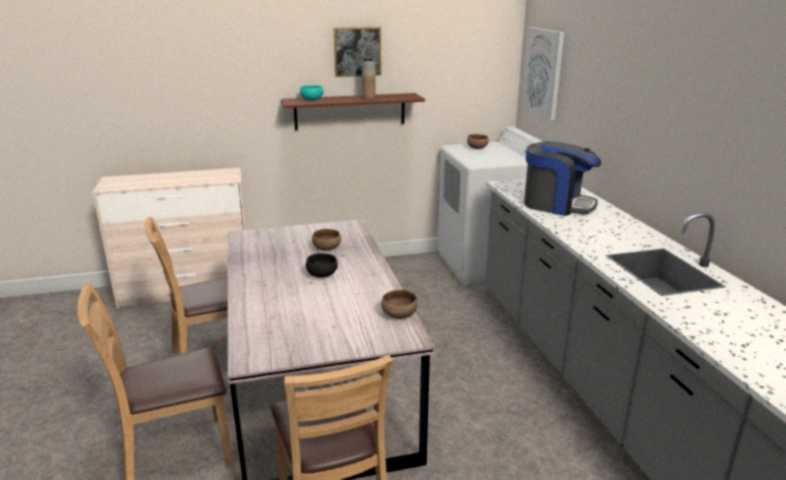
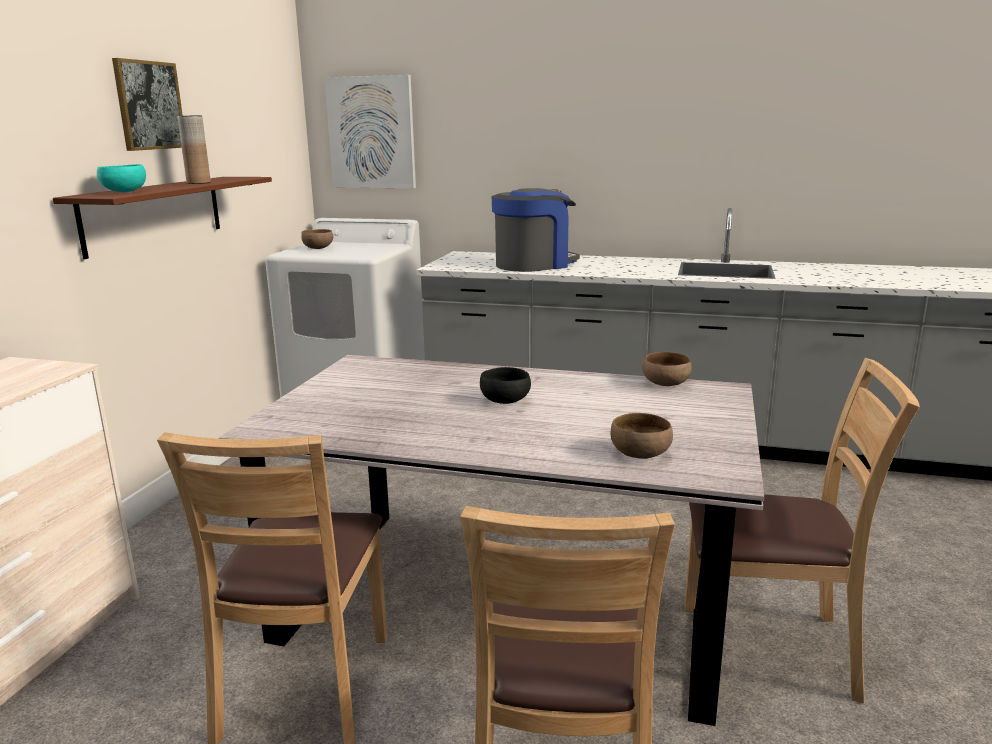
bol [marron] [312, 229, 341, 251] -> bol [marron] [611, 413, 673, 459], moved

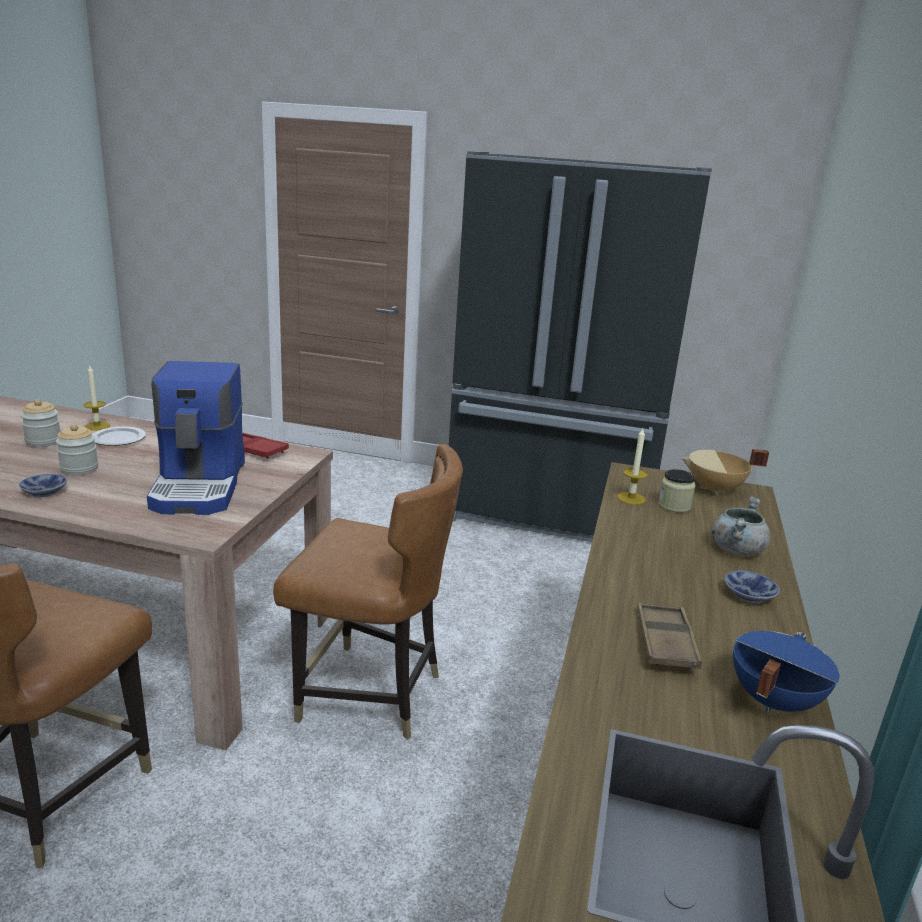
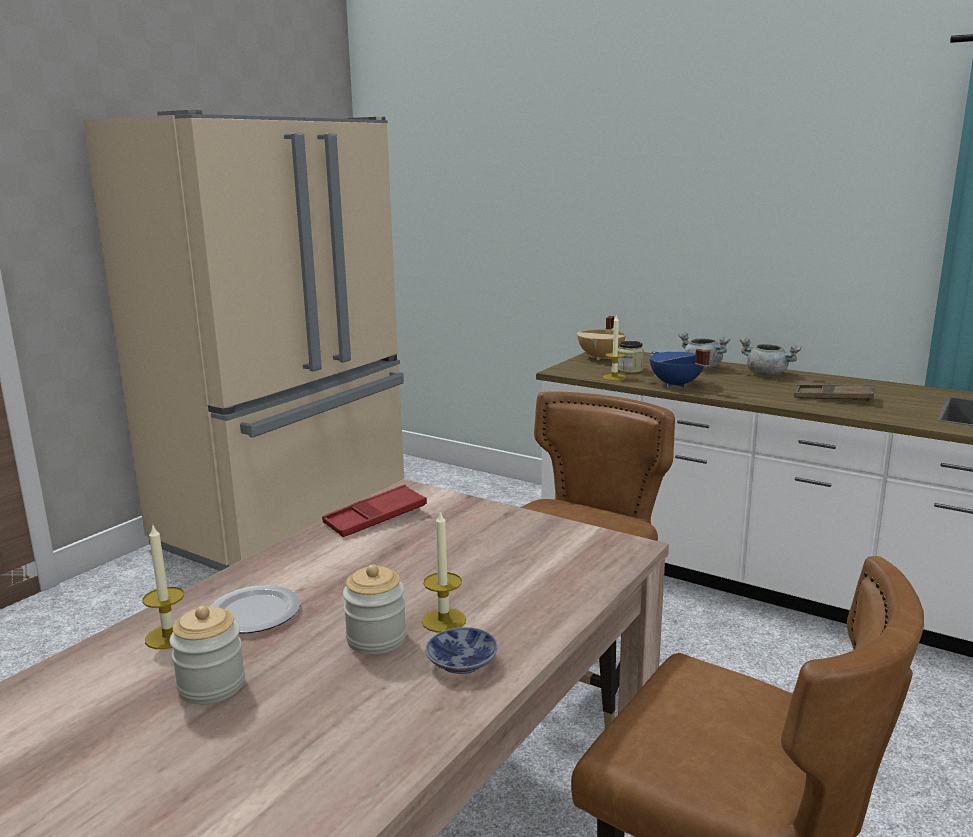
réfrigérateur [noir] [449, 151, 712, 542] -> réfrigérateur [beige] [83, 110, 404, 571]
none -> bougie [422, 509, 466, 633]
marmite [bleu] [733, 631, 840, 713] -> marmite [bleu] [649, 349, 710, 388], moved
bol [725, 570, 780, 603] -> marmite [gris] [740, 338, 802, 376]
machine à café [147, 361, 245, 515] -> none

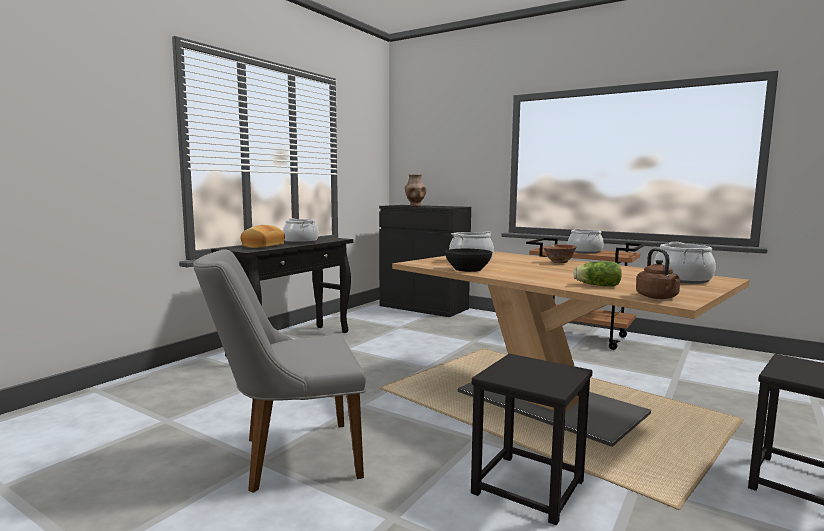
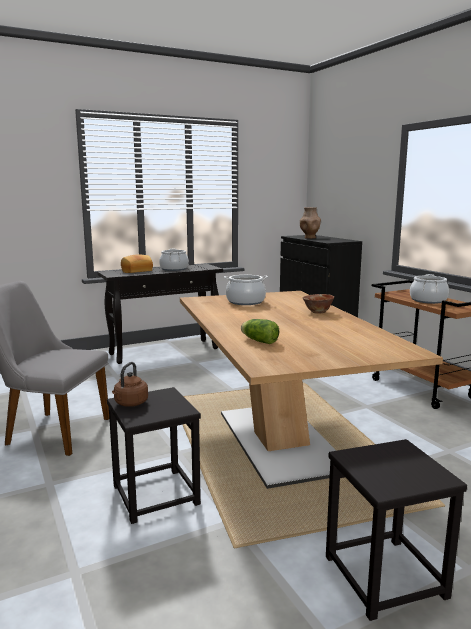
bouilloire [marron] [636, 248, 680, 299] -> bouilloire [marron] [112, 362, 148, 407], moved
bol [noir] [445, 249, 492, 272] -> none
marmite [654, 242, 716, 284] -> none

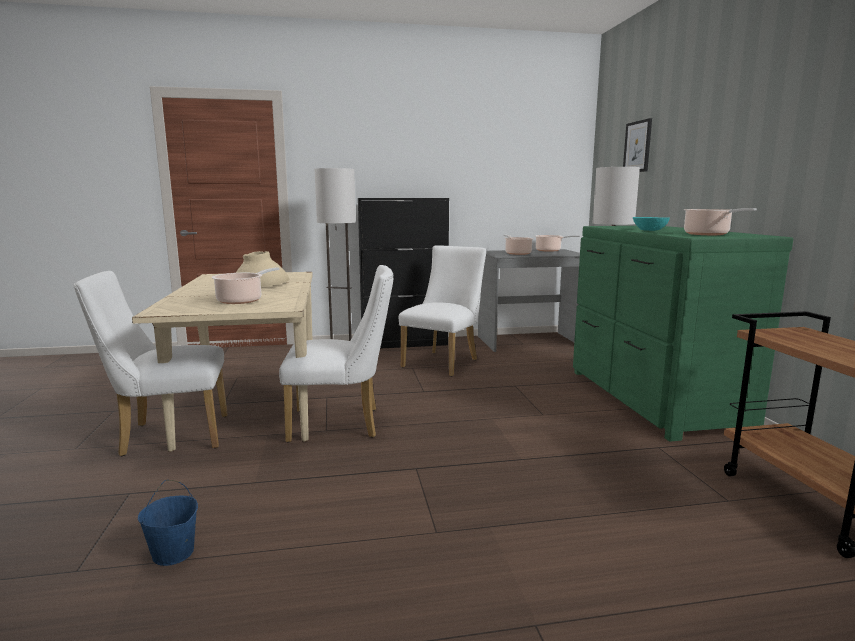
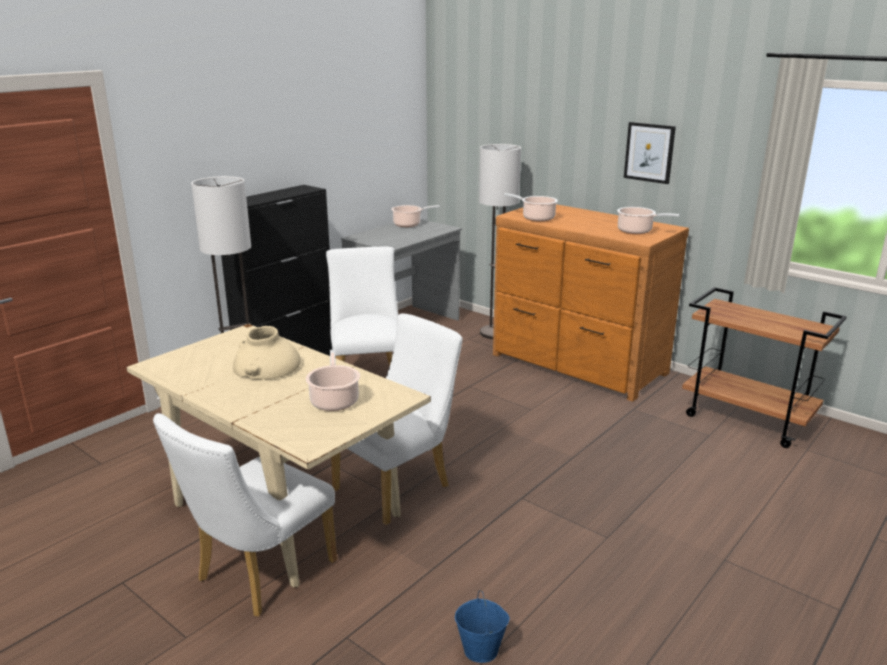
commode [vert] [573, 226, 793, 442] -> commode [marron] [493, 204, 689, 402]
marmite [504, 235, 534, 255] -> marmite [504, 193, 558, 222], moved
tableau [623, 118, 652, 172] -> tableau [624, 122, 676, 184], moved
bol [turquoise] [633, 217, 670, 231] -> none

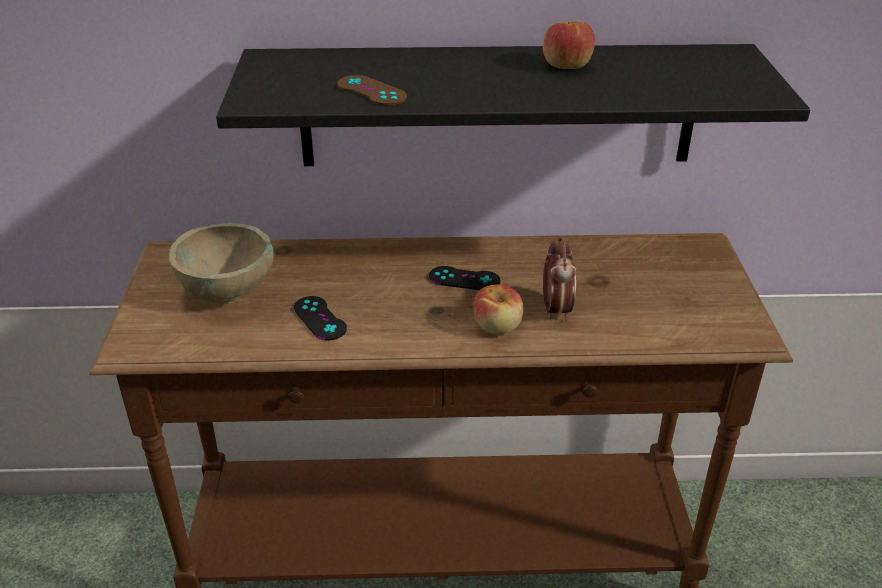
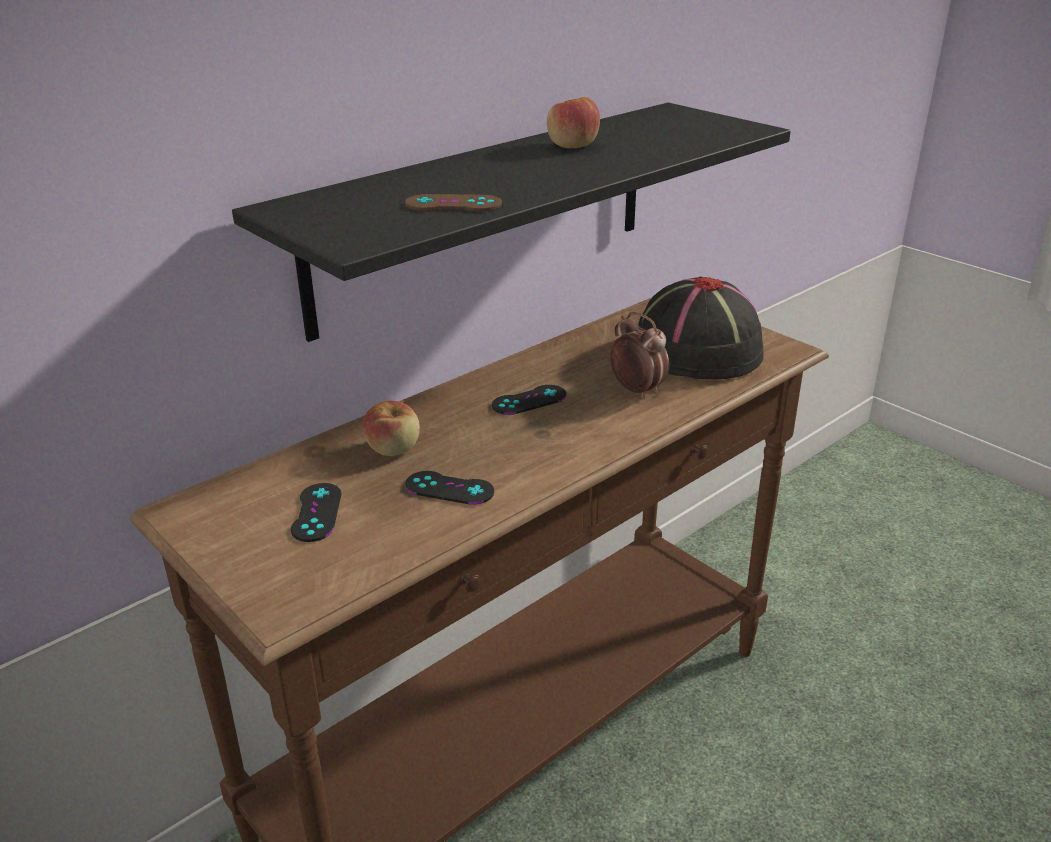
bol [beige] [169, 223, 274, 303] -> manette [noir] [291, 483, 341, 542]
pomme [473, 284, 523, 335] -> pomme [363, 401, 420, 456], moved
none -> chapeau [noir] [638, 277, 764, 380]

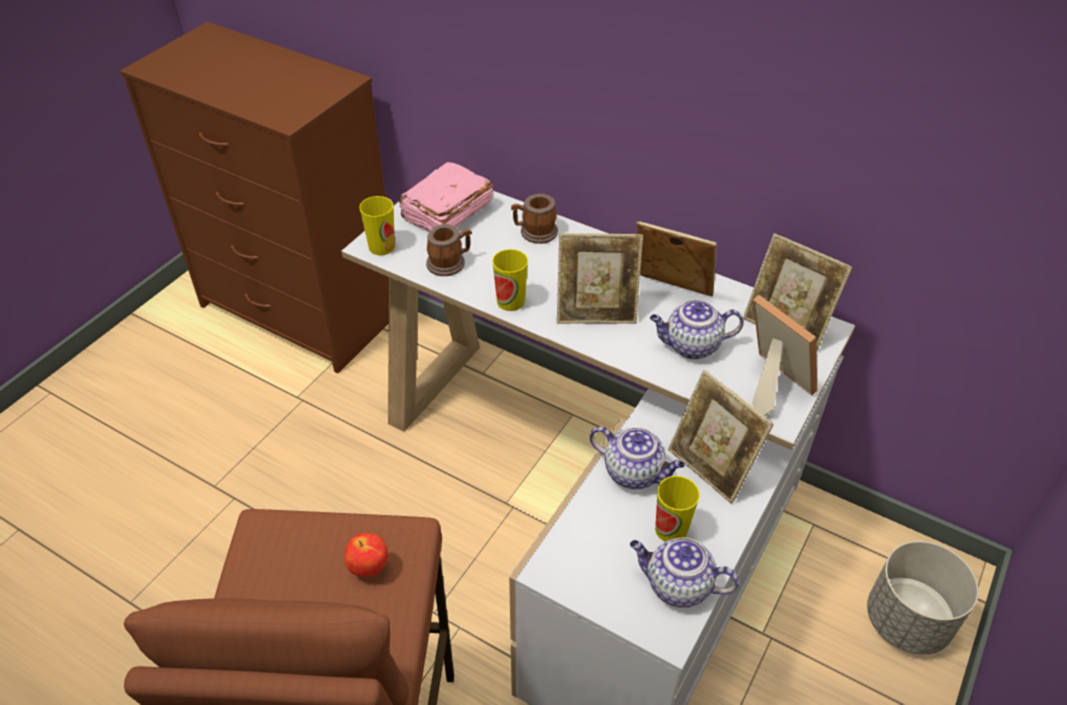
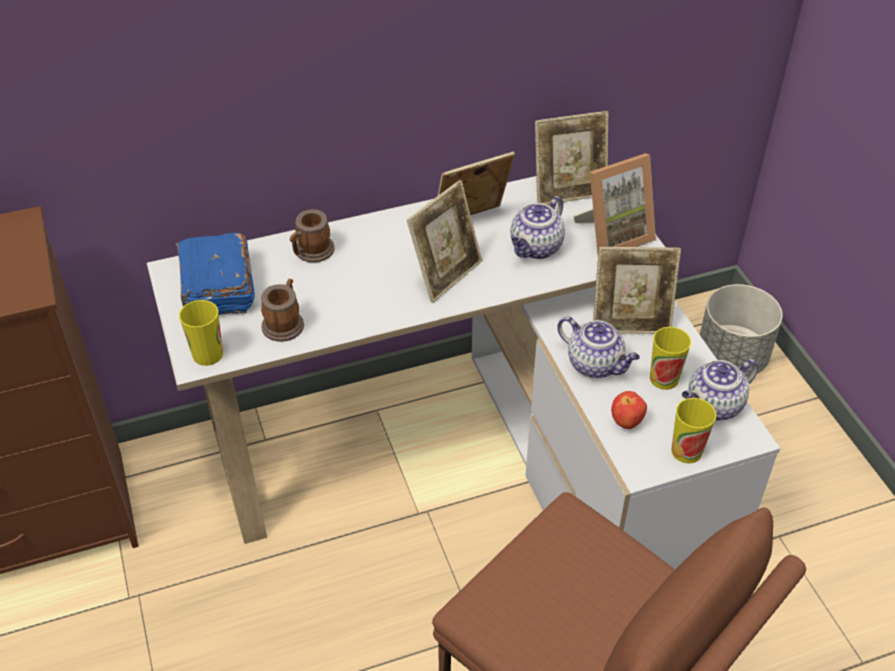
livre [rose] [399, 162, 493, 232] -> livre [bleu] [176, 232, 255, 315]
théière [590, 426, 685, 489] -> théière [557, 316, 640, 378], 60 degrees clockwise
cadre photo [752, 295, 817, 417] -> cadre photo [573, 153, 656, 253], 150 degrees clockwise
pomme [344, 533, 388, 577] -> pomme [611, 391, 647, 429], moved
tasse [492, 249, 528, 311] -> tasse [671, 398, 716, 464], moved

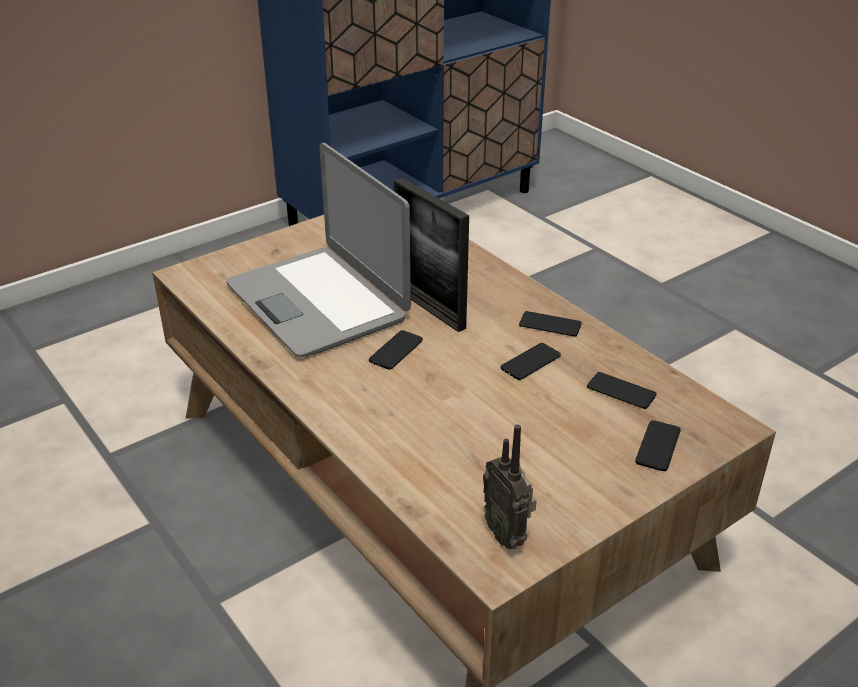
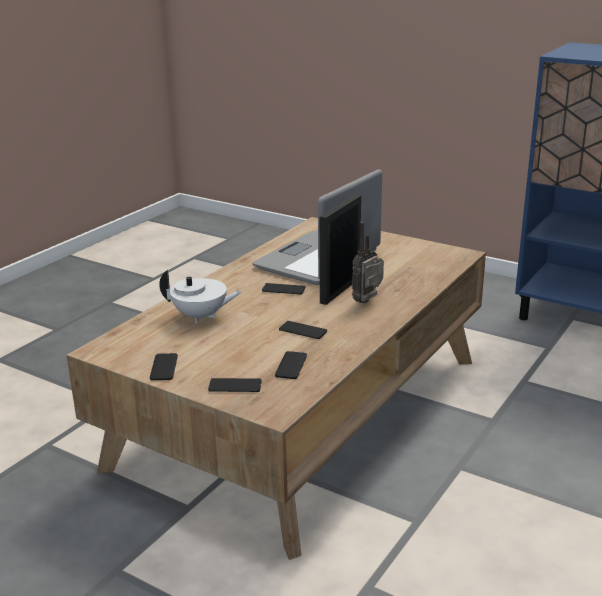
téléphone [519, 311, 582, 337] -> téléphone [150, 353, 178, 380], moved
none -> théière [blanc] [159, 270, 242, 323]
radio [483, 424, 537, 549] -> radio [352, 222, 384, 304], moved

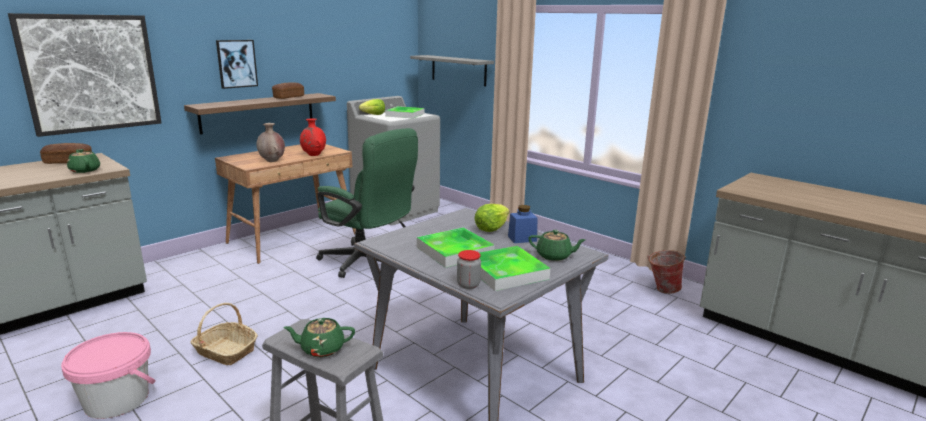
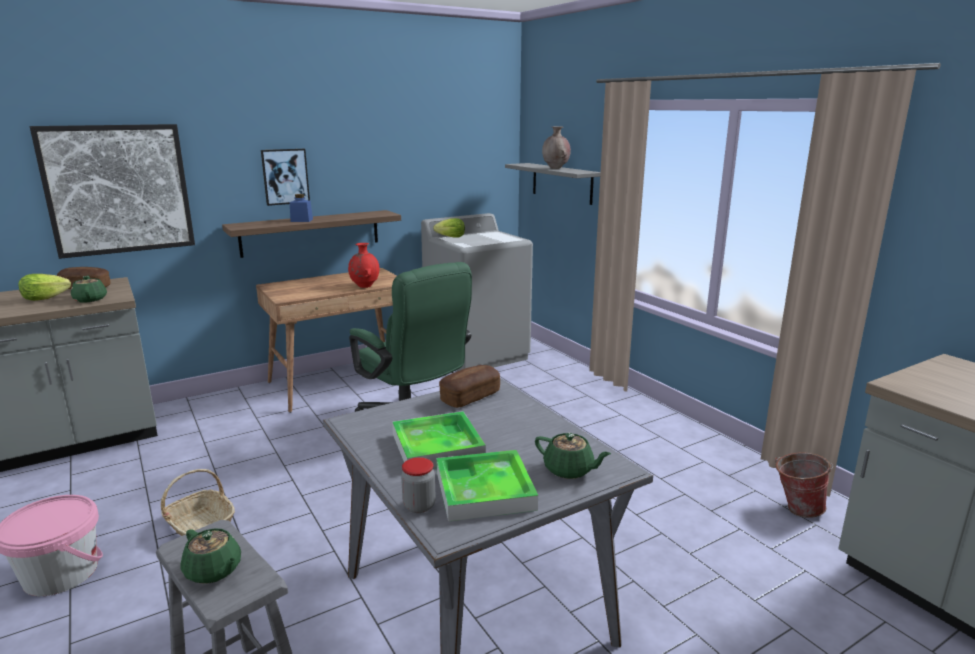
laitue [474, 204, 509, 232] -> laitue [18, 274, 71, 301], moved
théière [vert] [283, 318, 355, 357] -> théière [vert] [180, 528, 241, 584], 150 degrees counterclockwise
bocal [bleu] [508, 205, 537, 243] -> bocal [bleu] [290, 194, 313, 222], moved
pain [272, 83, 304, 99] -> pain [439, 365, 500, 408], moved
vase [marron] [257, 123, 285, 162] -> vase [marron] [542, 126, 571, 169], moved
plateau [385, 106, 425, 118] -> none

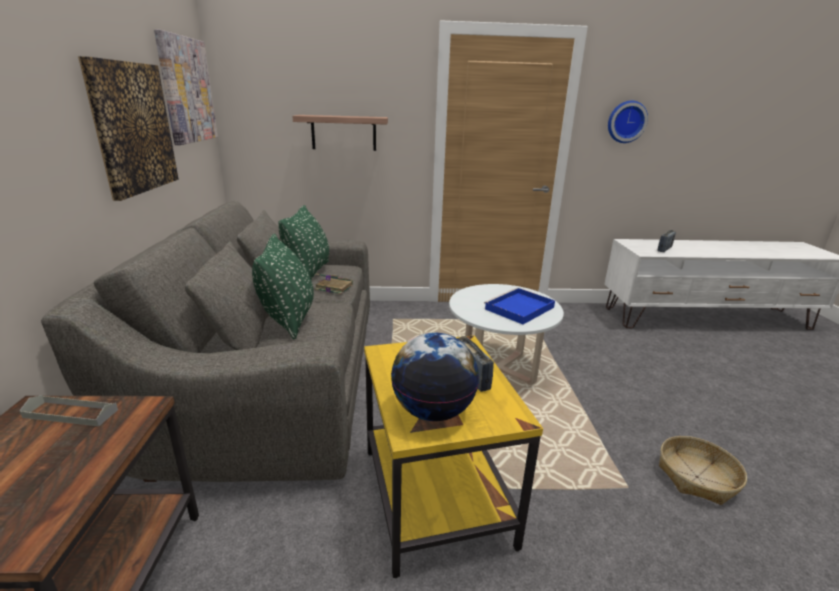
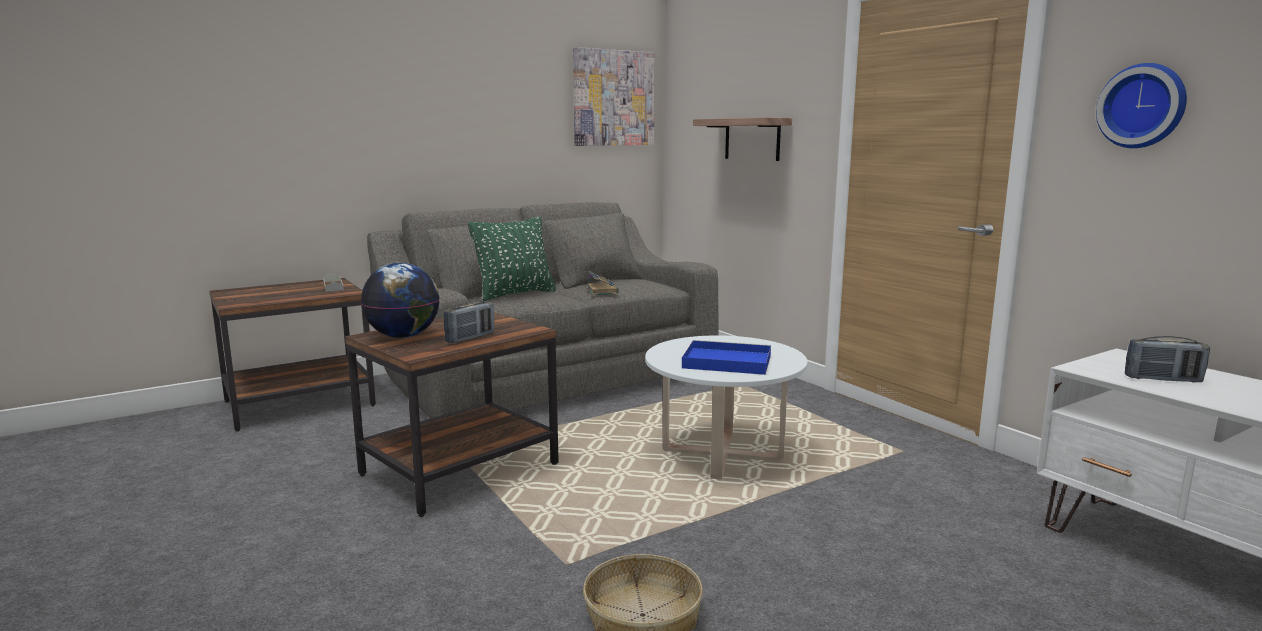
table d'appoint [jaune] [364, 336, 543, 578] -> table d'appoint [marron] [345, 312, 559, 517]
tableau [78, 56, 178, 201] -> none
coussin [vert] [278, 205, 329, 280] -> none

